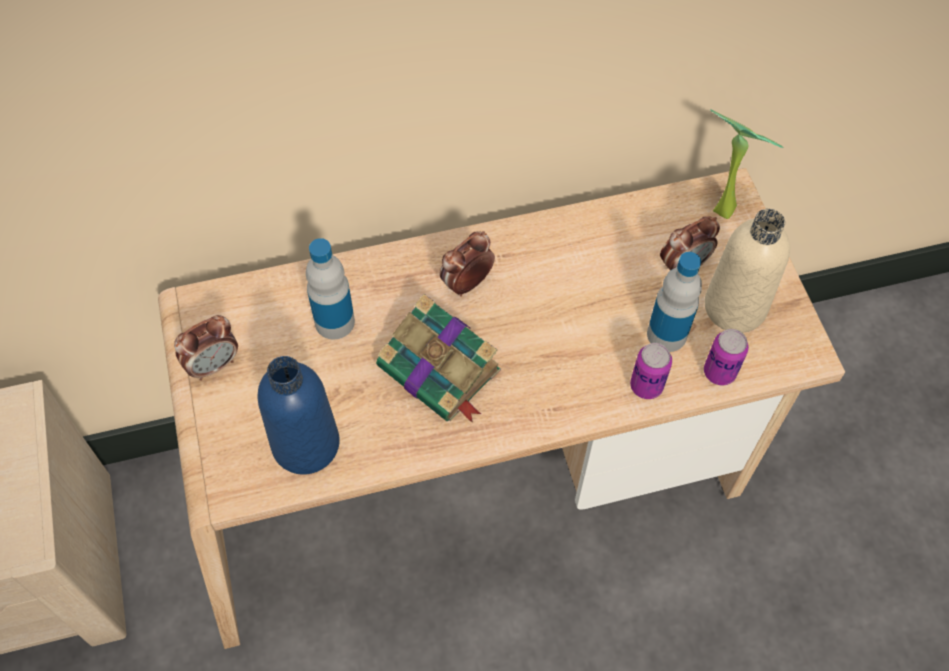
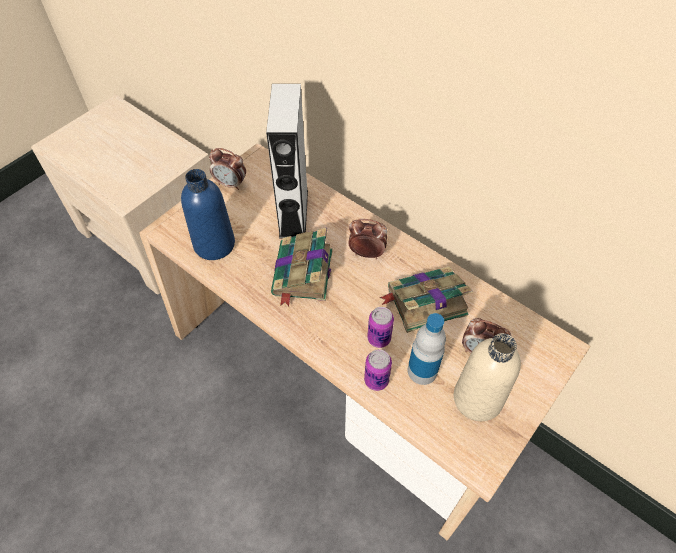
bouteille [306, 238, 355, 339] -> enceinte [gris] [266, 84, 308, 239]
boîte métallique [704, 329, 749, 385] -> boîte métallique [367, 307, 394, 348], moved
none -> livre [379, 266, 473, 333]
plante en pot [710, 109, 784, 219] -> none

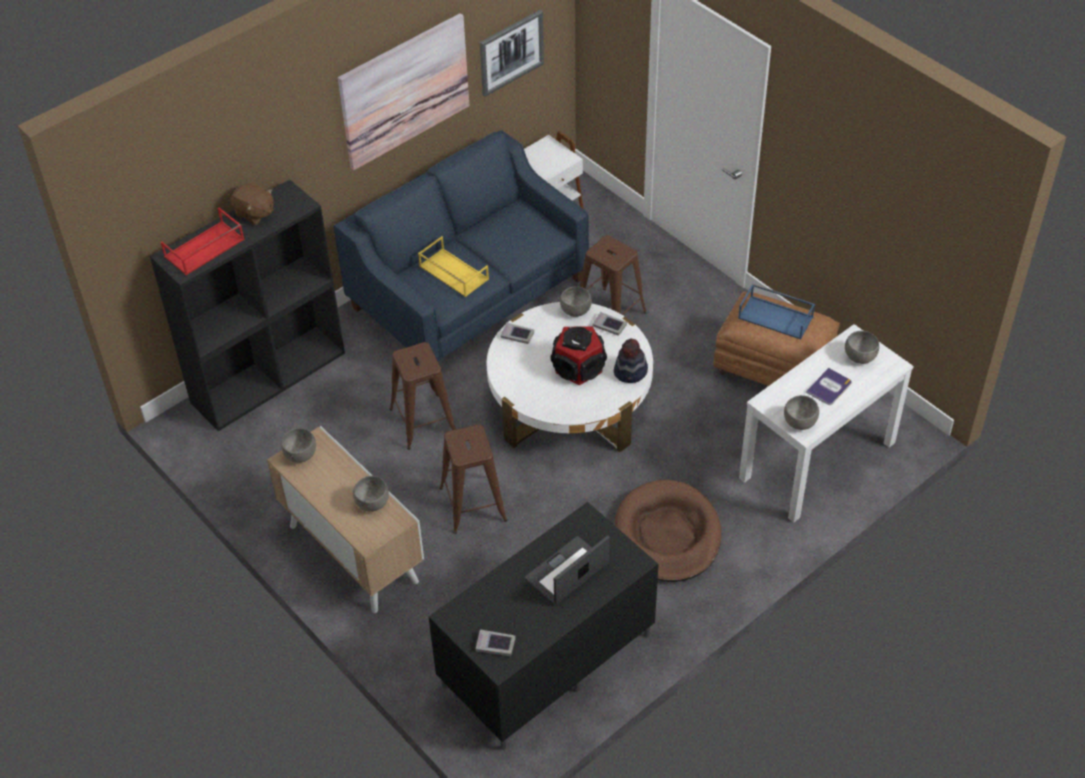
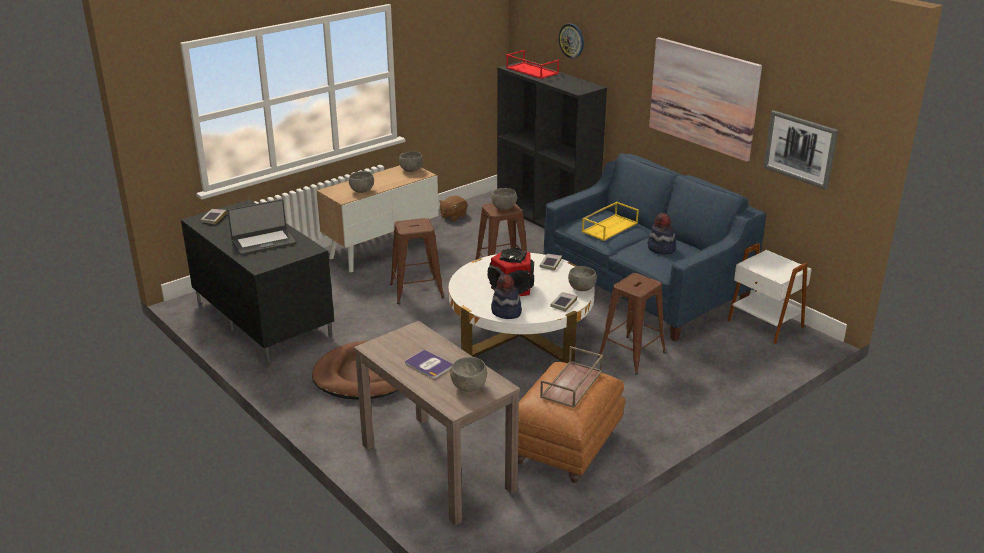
ordinateur portable [525, 535, 610, 604] -> ordinateur portable [227, 199, 296, 255], 105 degrees clockwise
table console [blanc] [739, 324, 914, 523] -> table console [marron] [354, 321, 520, 526]
peluche [marron] [230, 182, 274, 225] -> peluche [marron] [439, 196, 467, 221], moved
bol [gris] [784, 395, 819, 430] -> bol [gris] [491, 188, 517, 210], moved
plateau [bleu] [738, 283, 815, 339] -> plateau [marron] [540, 346, 603, 408]
none -> horloge murale [558, 24, 584, 58]
none -> chapeau [648, 213, 676, 254]

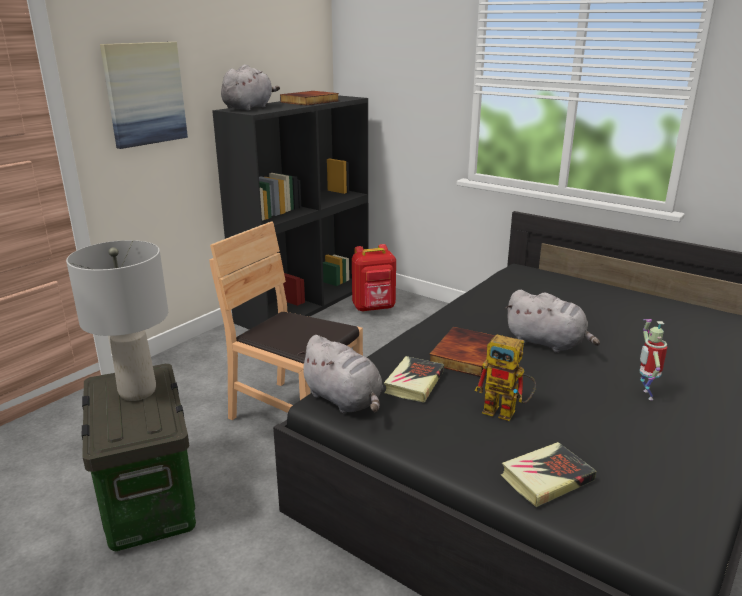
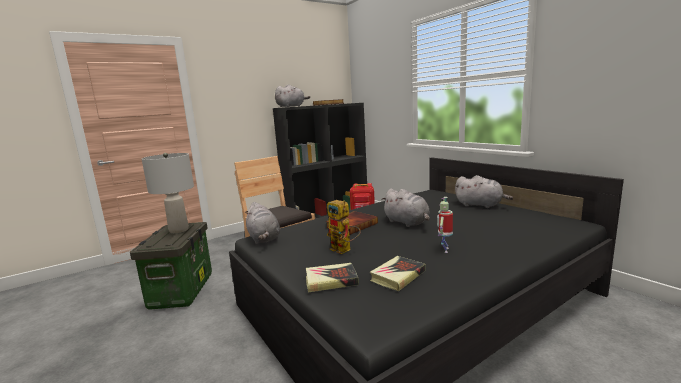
livre [384, 356, 444, 403] -> livre [370, 256, 426, 291], moved
none -> peluche [gris] [455, 175, 513, 208]
tableau [100, 42, 188, 149] -> none

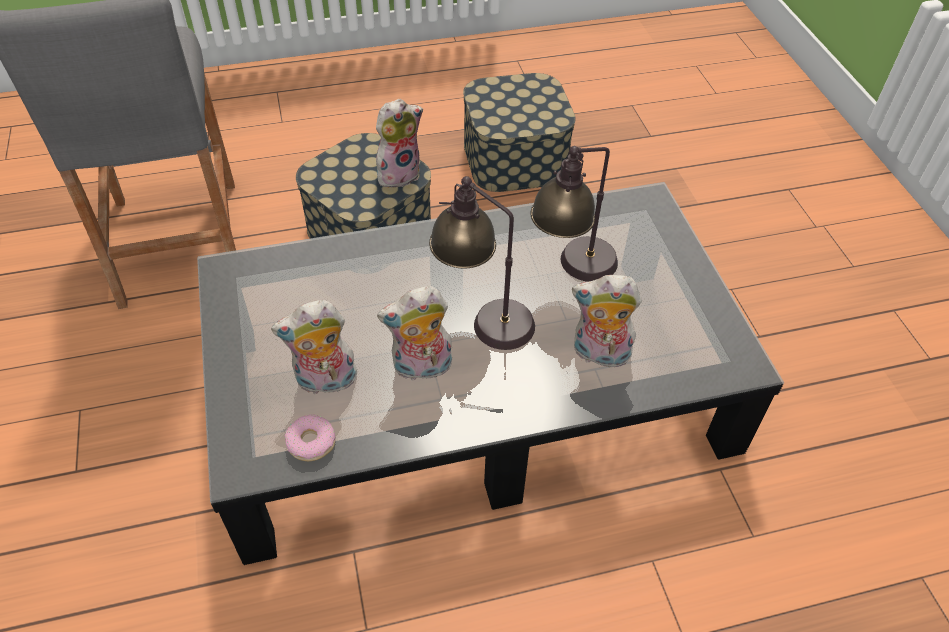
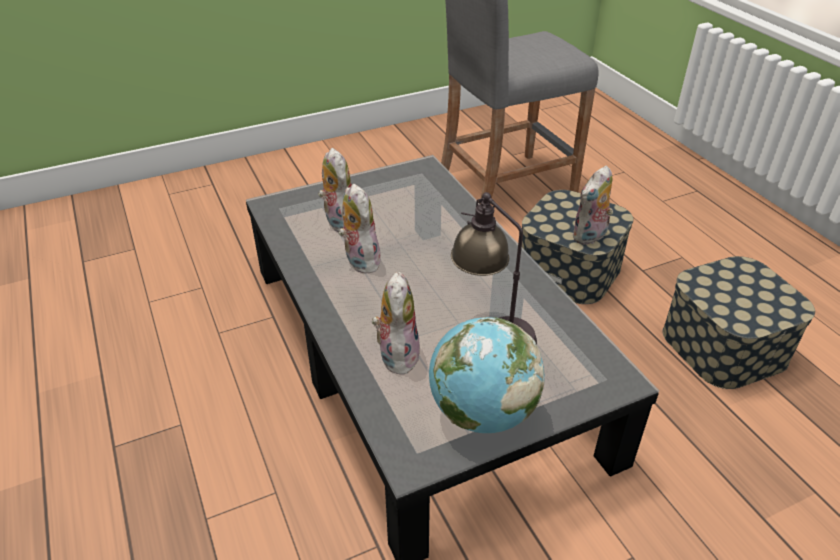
none -> globe [429, 317, 544, 433]
peluche [376, 99, 423, 187] -> peluche [572, 166, 613, 245], 90 degrees clockwise
beignet [285, 415, 335, 461] -> none
lampe de table [429, 176, 535, 350] -> none

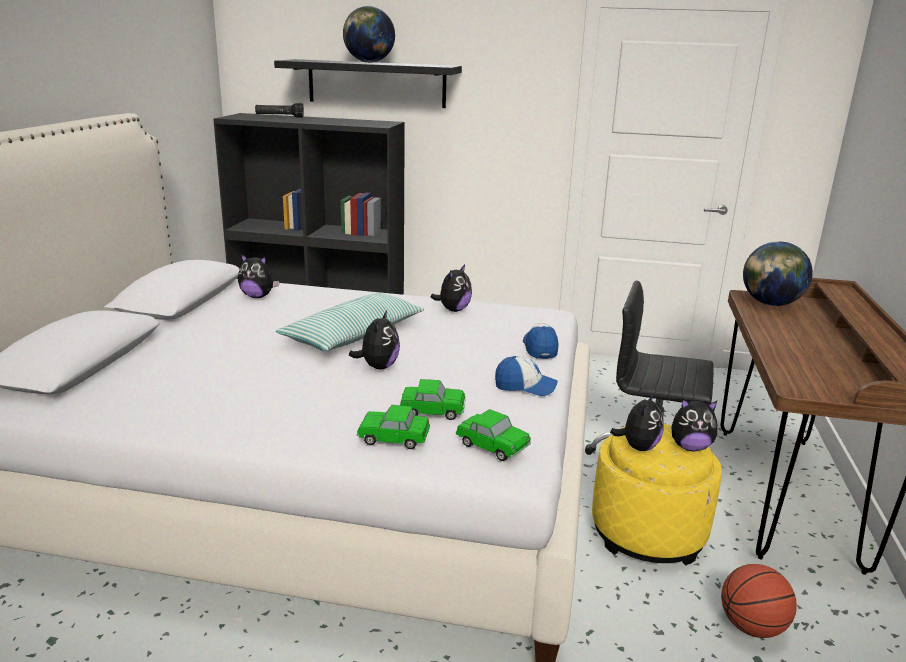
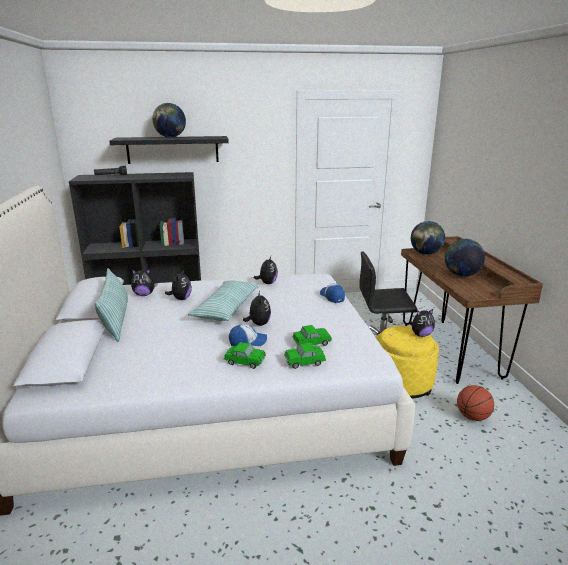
none -> coussin [95, 268, 128, 342]
peluche [610, 392, 664, 451] -> peluche [165, 269, 192, 300], moved
petite voiture [456, 409, 531, 461] -> petite voiture [224, 342, 266, 369], moved
casquette [495, 356, 558, 396] -> casquette [229, 324, 267, 346], moved
none -> globe [445, 239, 485, 277]

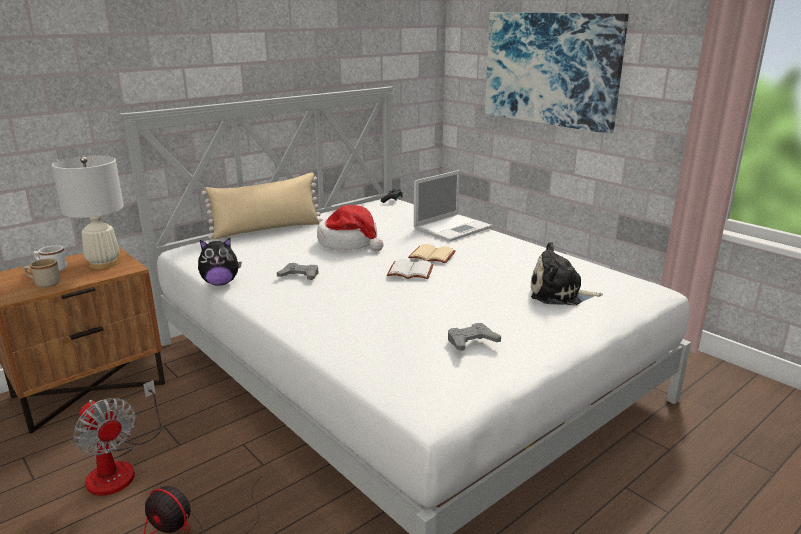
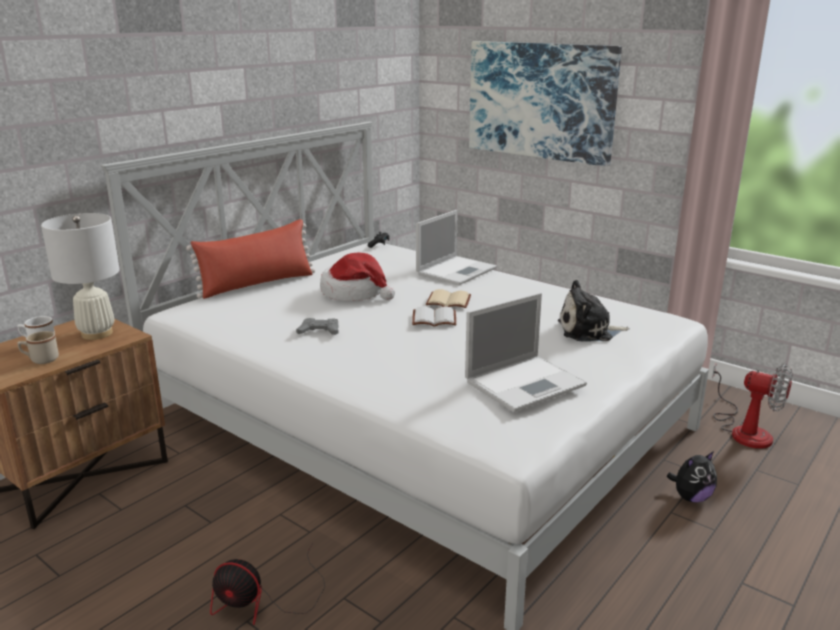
coussin [beige] [201, 172, 323, 239] -> coussin [rouge] [186, 219, 315, 299]
manette [gris] [448, 323, 501, 351] -> ordinateur portable [465, 293, 587, 412]
peluche [198, 238, 242, 286] -> peluche [667, 451, 717, 502], moved
ventilateur [73, 380, 161, 496] -> ventilateur [712, 363, 793, 449], moved

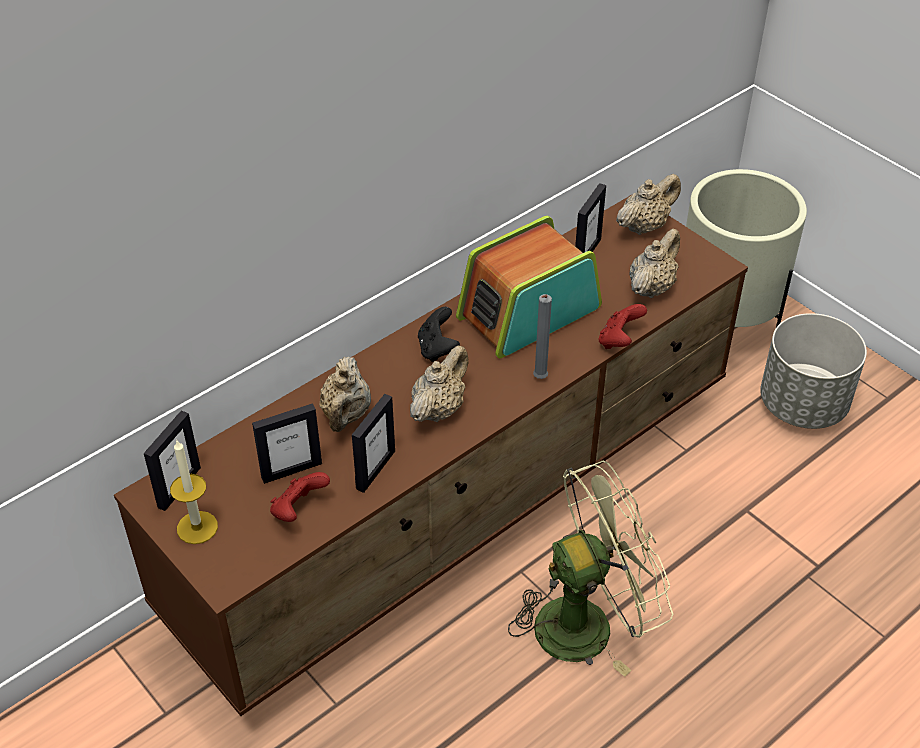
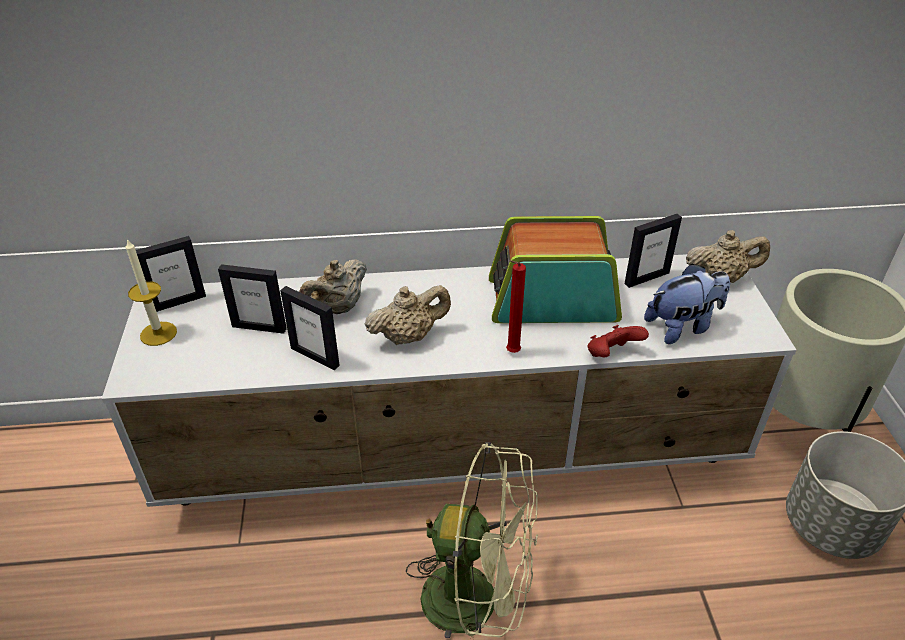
meuble télé [marron] [114, 194, 748, 716] -> meuble télé [blanc] [102, 254, 796, 507]
cadre photo [352, 394, 395, 493] -> cadre photo [280, 286, 340, 370], 60 degrees clockwise
bougie [gris] [533, 294, 552, 379] -> bougie [rouge] [506, 260, 526, 353]
théière [beige] [629, 228, 680, 298] -> peluche [644, 263, 730, 344]
manette [rouge] [270, 472, 330, 522] -> none
manette [noir] [418, 307, 460, 362] -> none

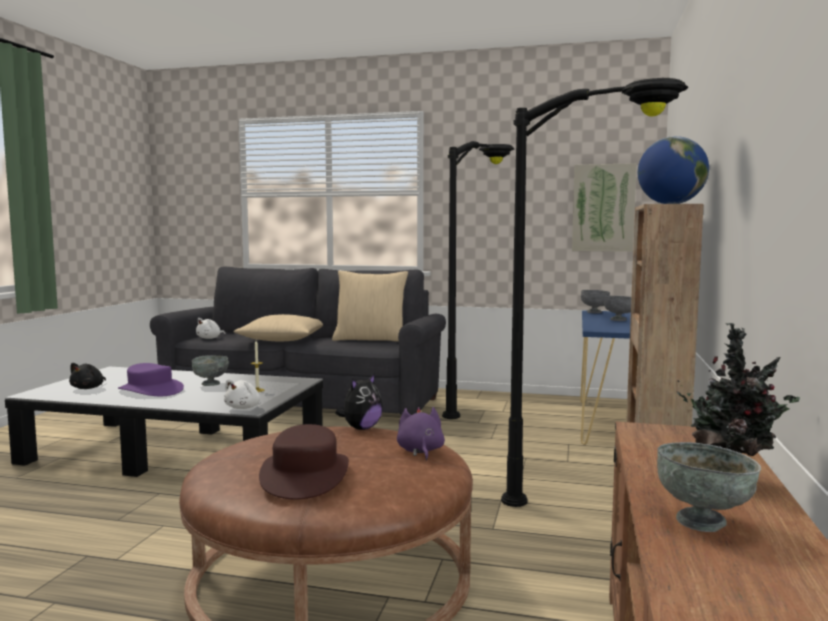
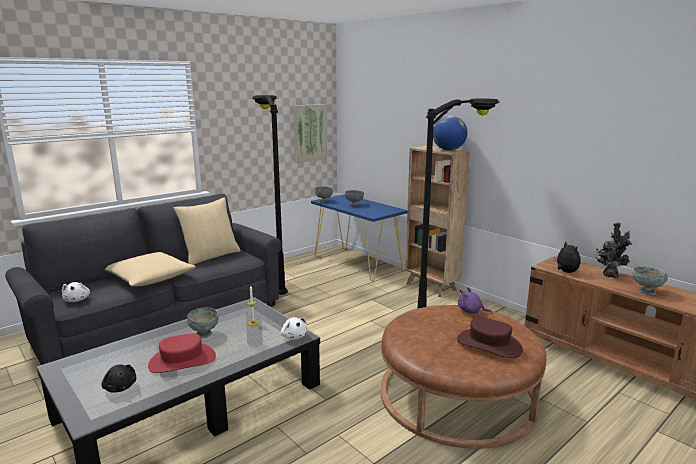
chapeau [violet] [118, 363, 184, 396] -> chapeau [rouge] [148, 333, 216, 373]
peluche [335, 374, 383, 430] -> peluche [553, 241, 580, 273], moved

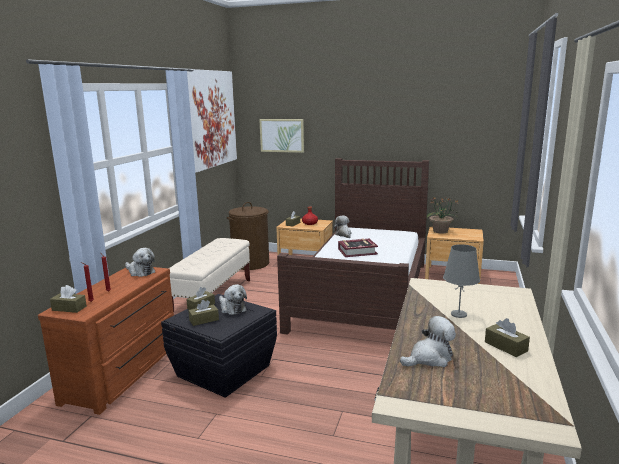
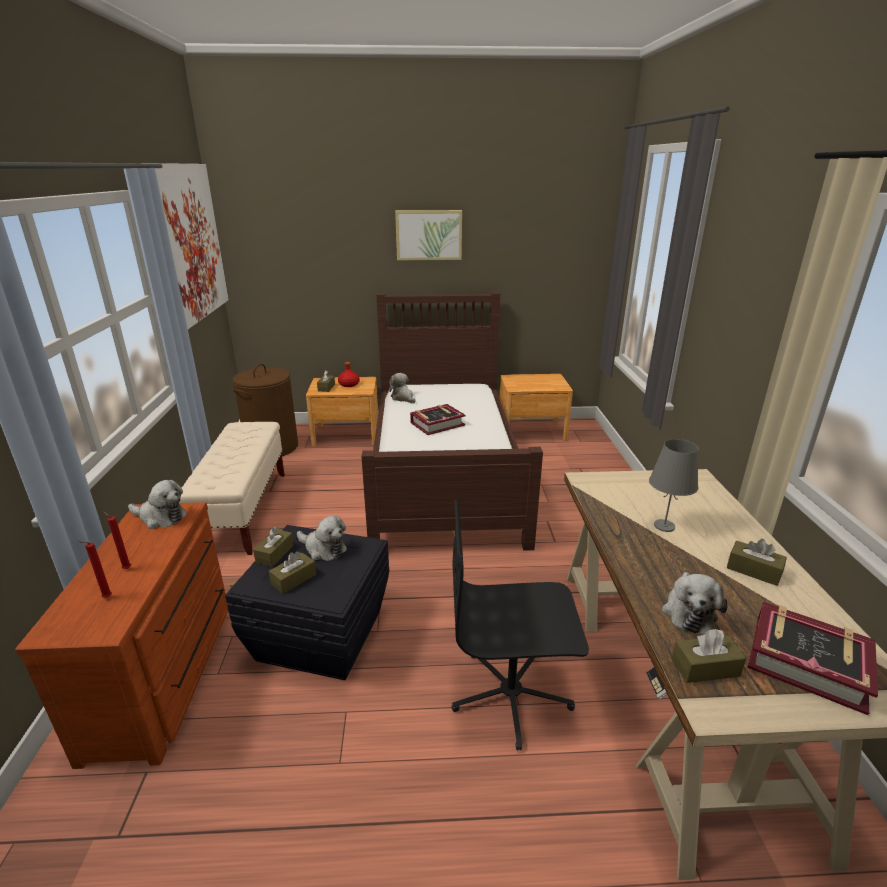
tableau [259, 119, 304, 153] -> tableau [395, 210, 462, 260], moved
none -> chaise de bureau [noir] [452, 500, 589, 751]
peluche [400, 316, 456, 367] -> peluche [662, 572, 728, 634], 150 degrees clockwise
boîte à mouchoirs [marron] [50, 285, 87, 313] -> boîte à mouchoirs [marron] [671, 629, 746, 683], moved
none -> livre [747, 602, 878, 715]
plante en pot [427, 197, 458, 233] -> none

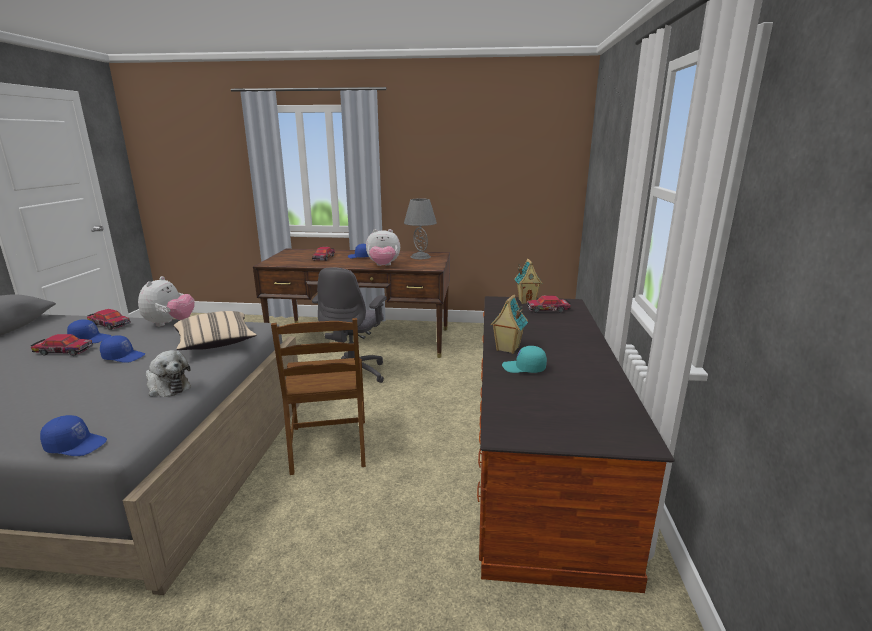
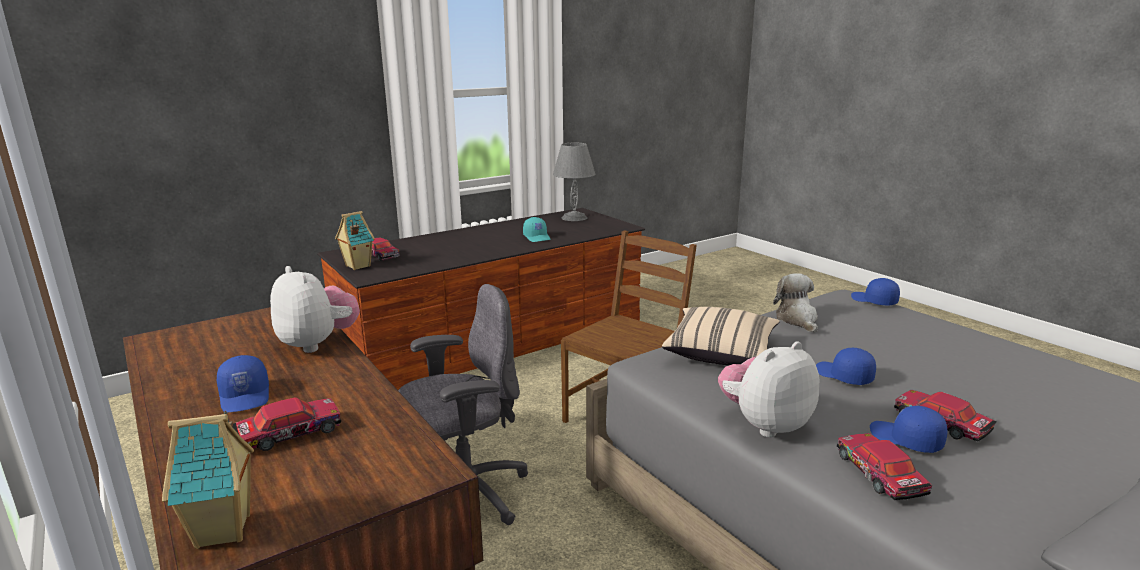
maison miniature [490, 295, 528, 354] -> maison miniature [162, 411, 254, 549], moved
lampe de table [gris] [404, 198, 437, 259] -> lampe de table [gris] [553, 143, 595, 221], moved

